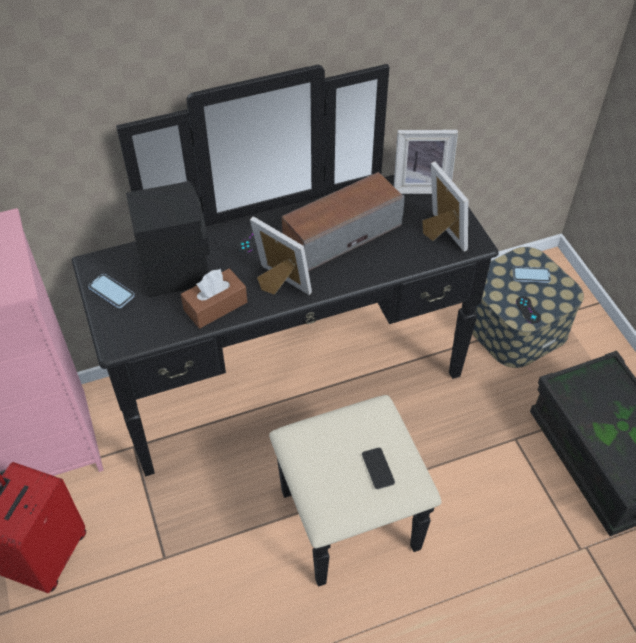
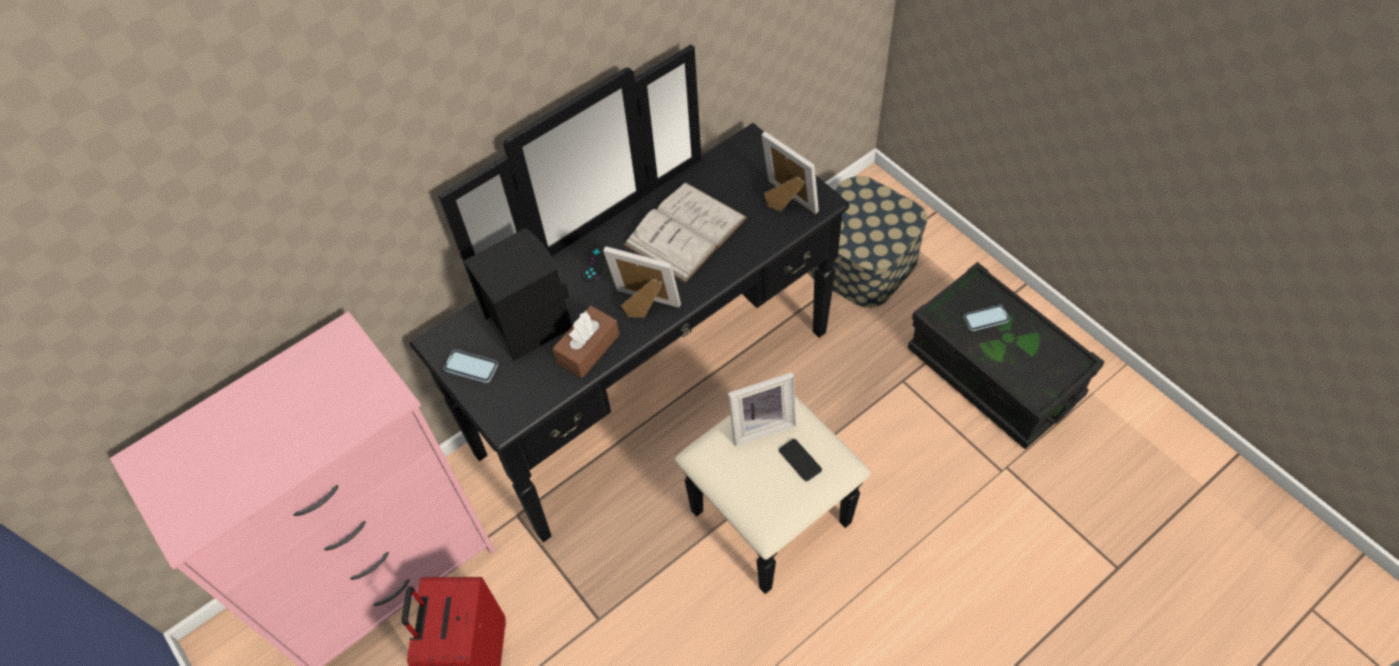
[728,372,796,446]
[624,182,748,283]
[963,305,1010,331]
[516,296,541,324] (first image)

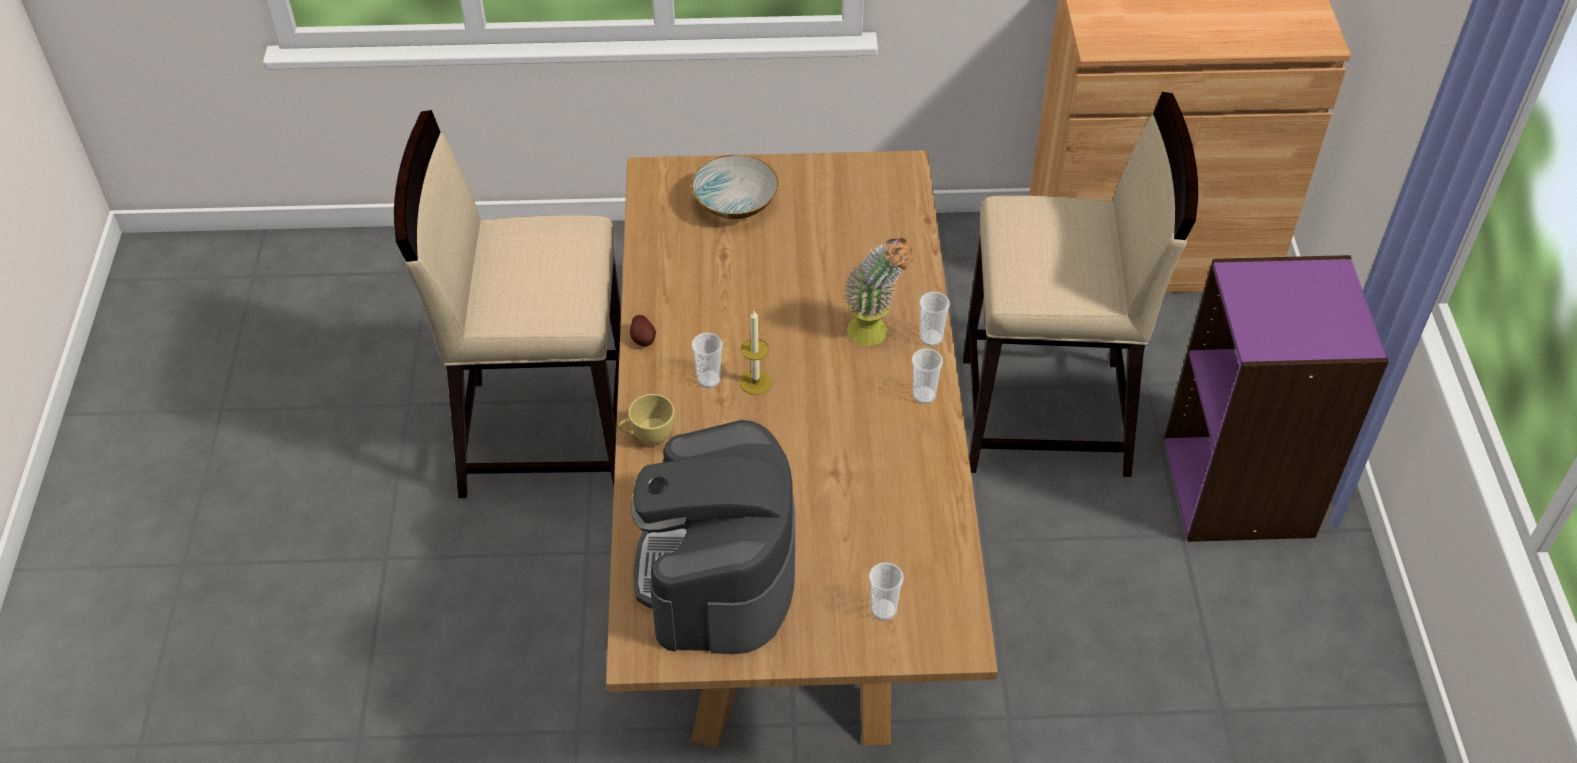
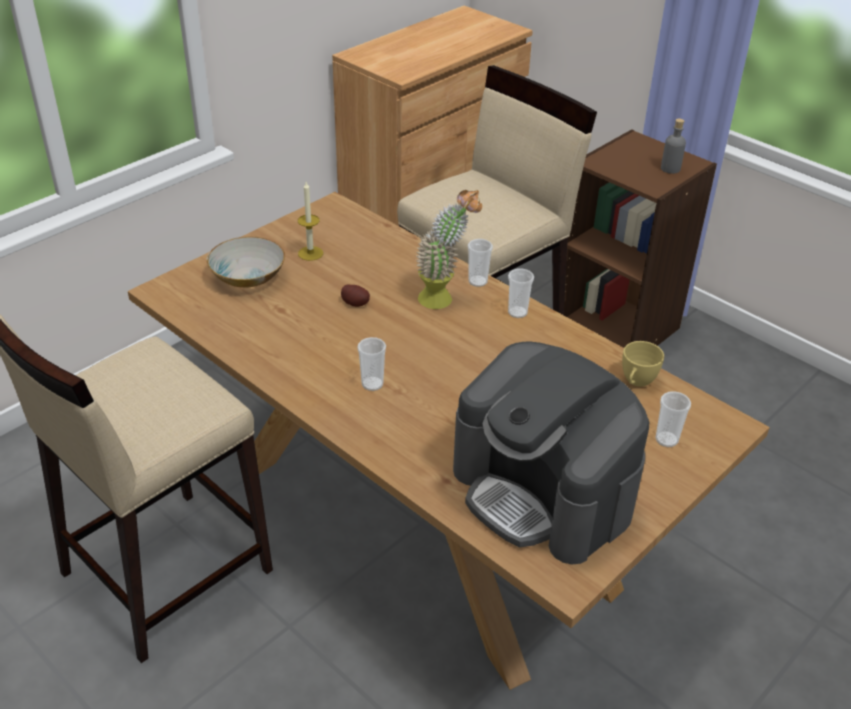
[564,129,717,348]
[298,182,323,261]
[341,284,370,307]
[622,341,664,387]
[661,119,686,174]

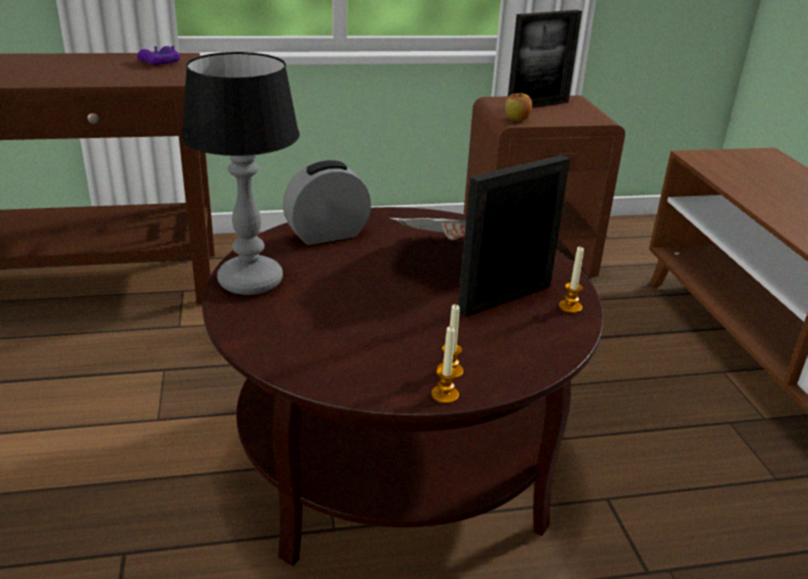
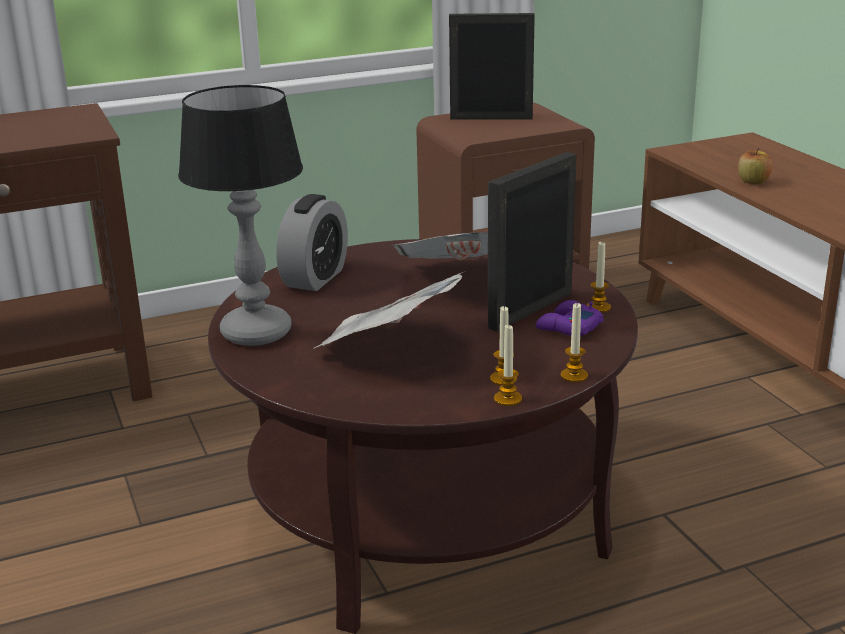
[449,13,535,120]
[536,300,604,336]
[738,148,772,185]
[276,194,348,291]
[313,271,465,349]
[561,303,588,383]

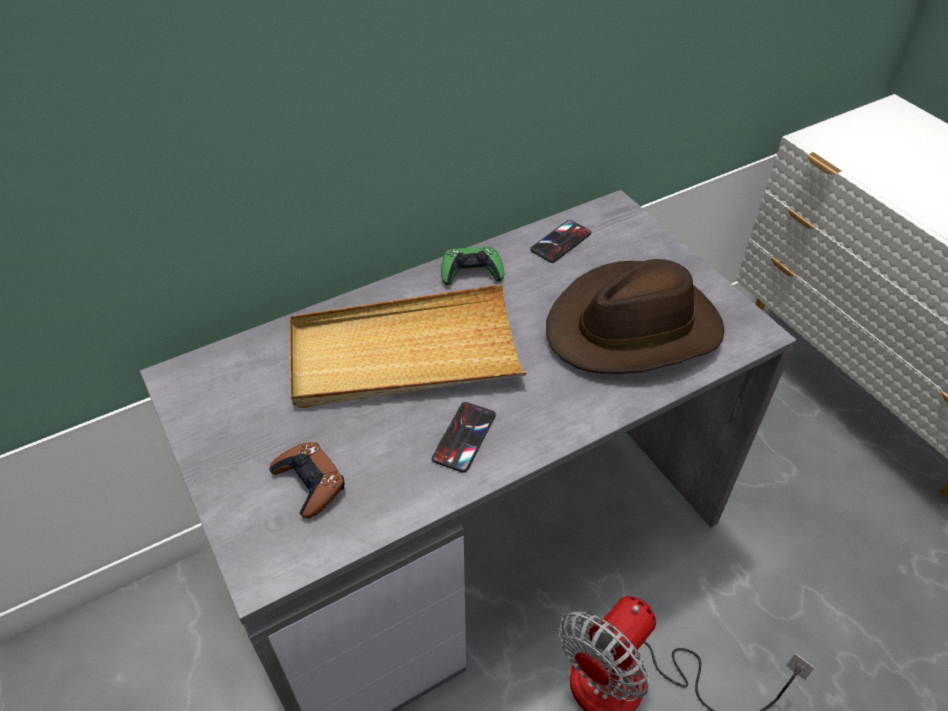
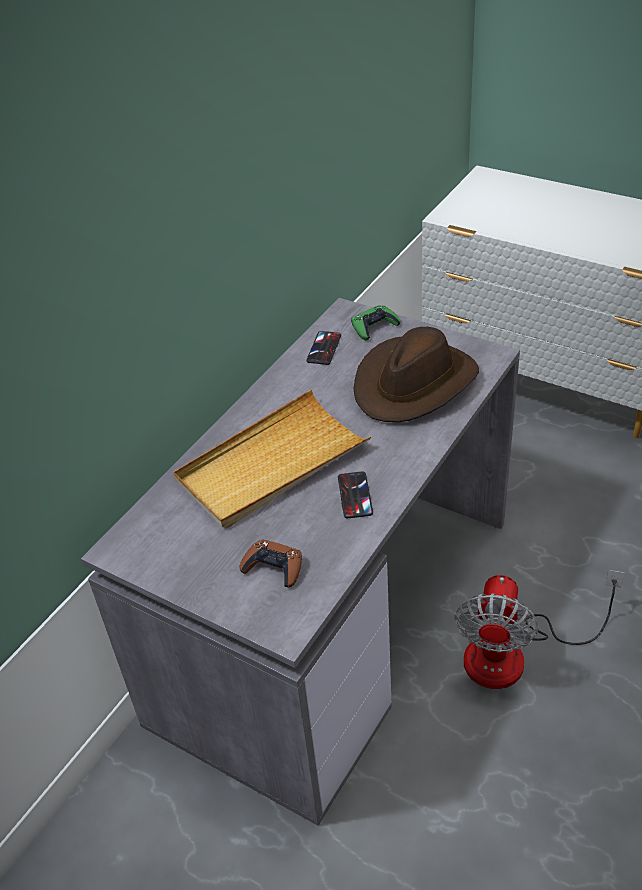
[351,306,400,340]

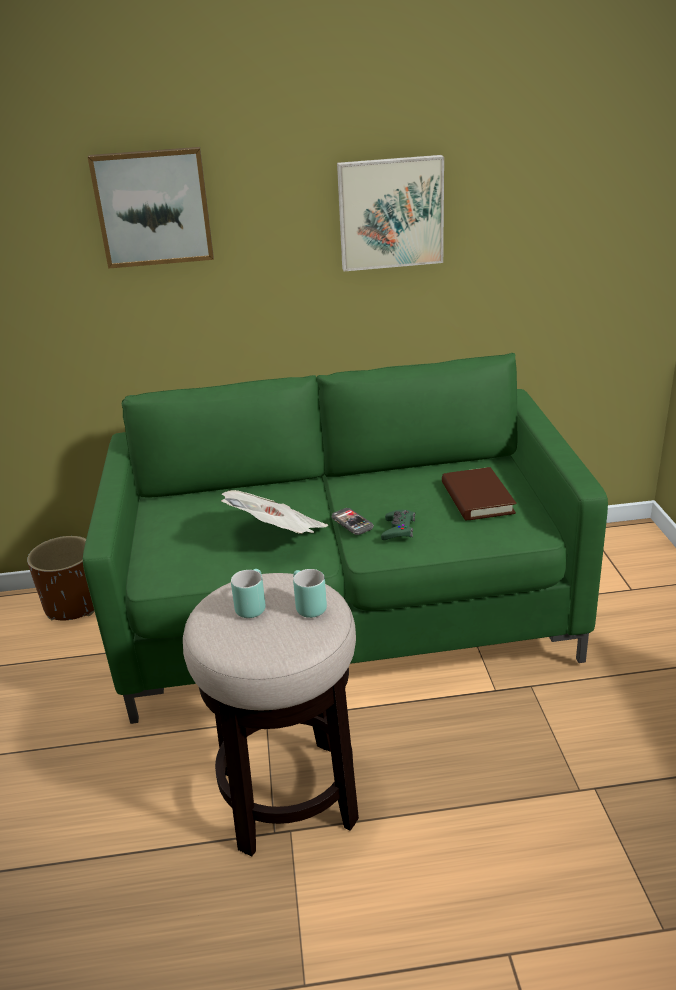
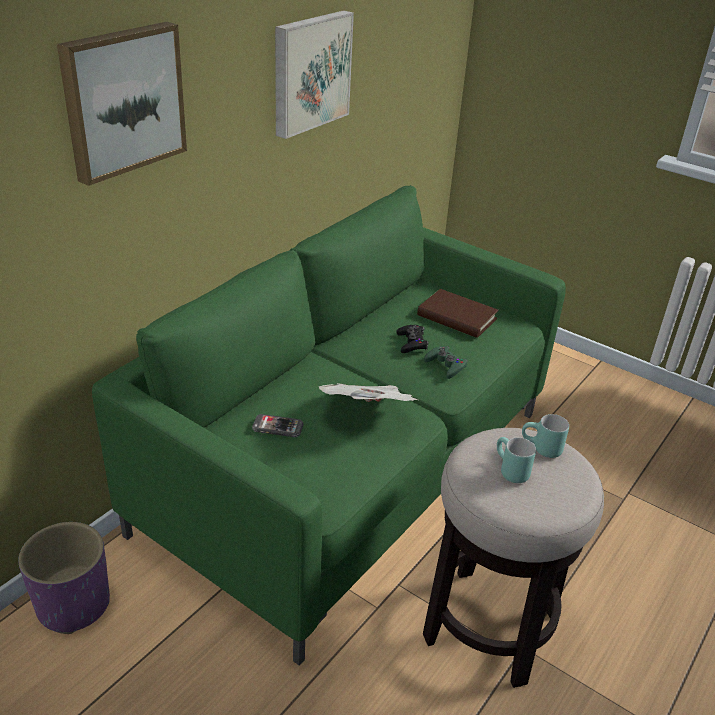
[252,414,304,437]
[18,522,110,634]
[396,325,429,353]

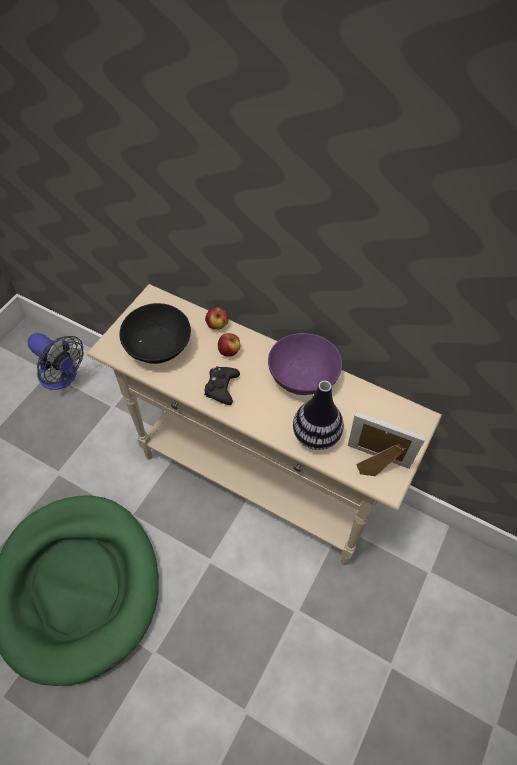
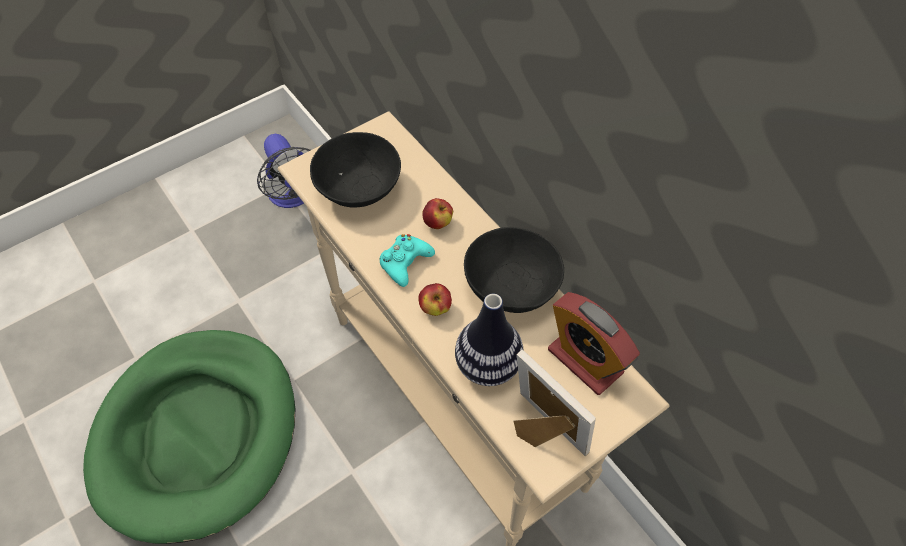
[419,283,452,316]
[464,227,564,313]
[379,234,435,287]
[548,292,640,395]

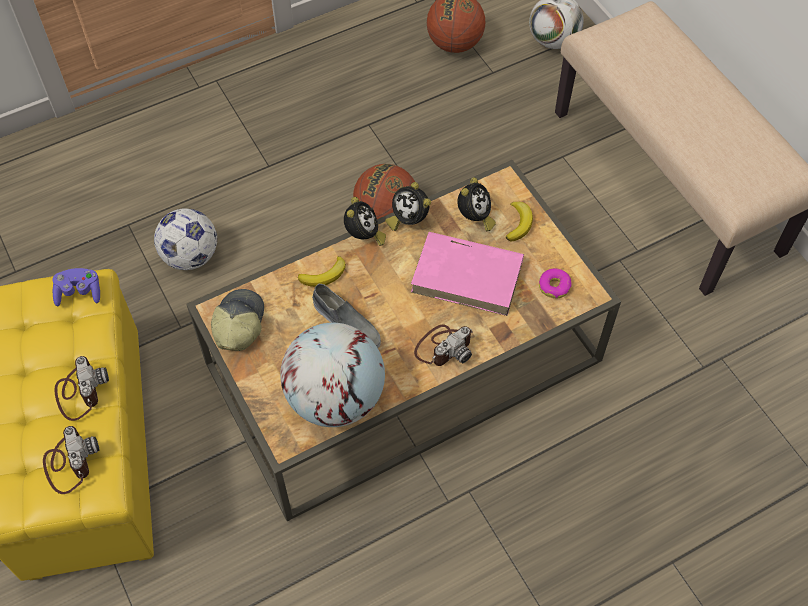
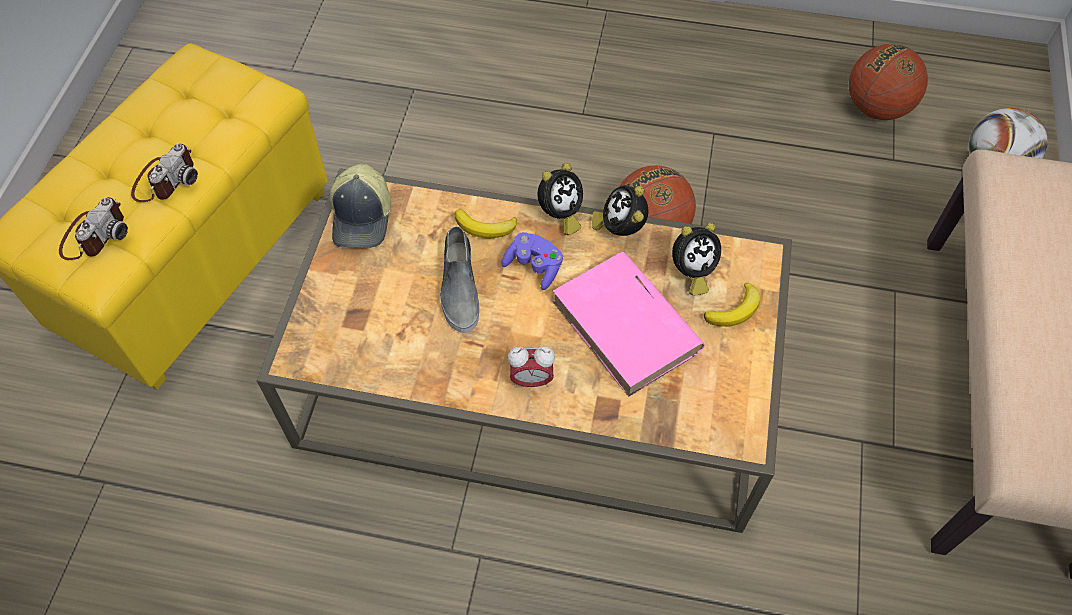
[154,208,217,270] (first image)
[501,232,563,290]
[539,268,571,298] (first image)
[331,163,391,248]
[280,323,385,427] (first image)
[508,346,555,387]

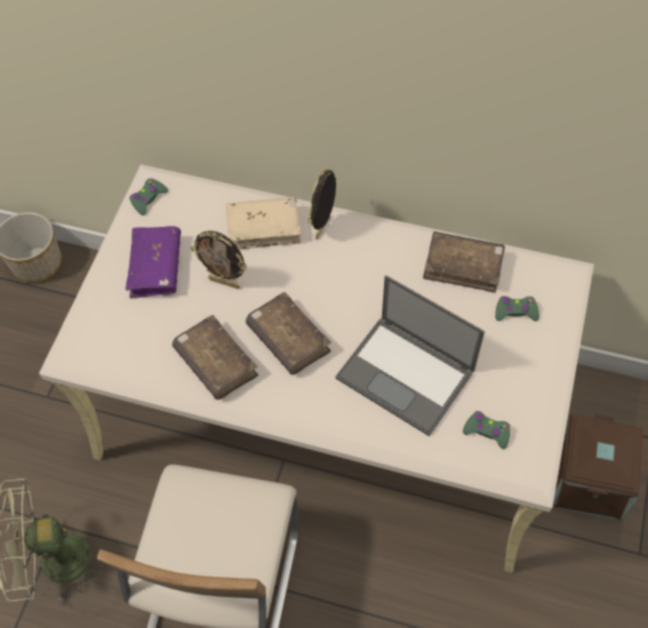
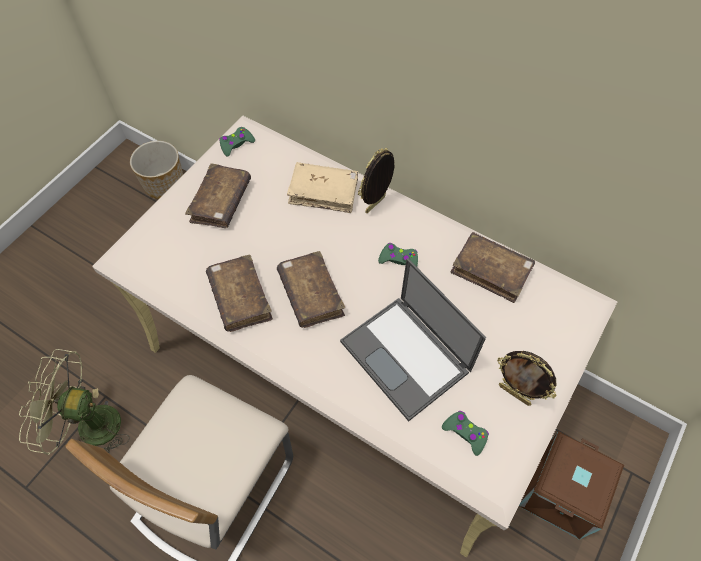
[185,163,251,228]
[497,351,556,406]
[378,243,418,267]

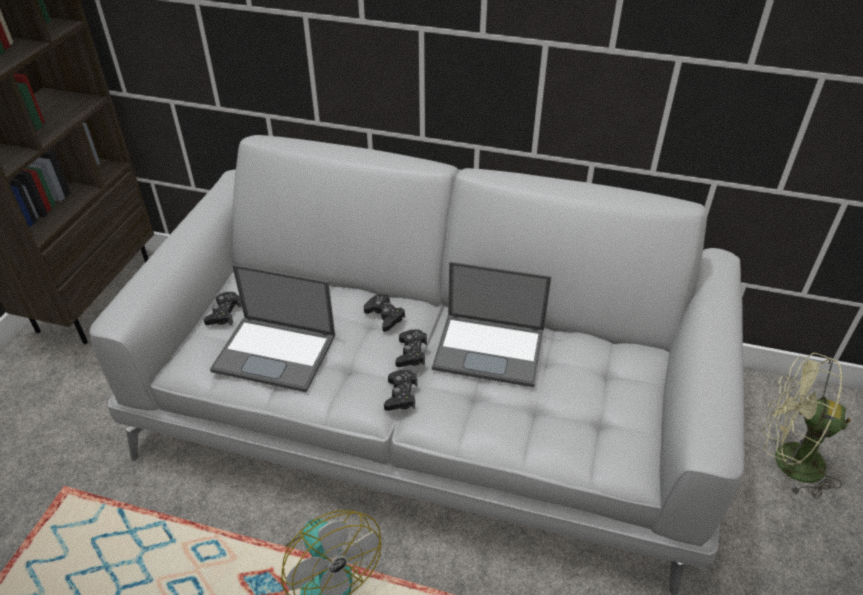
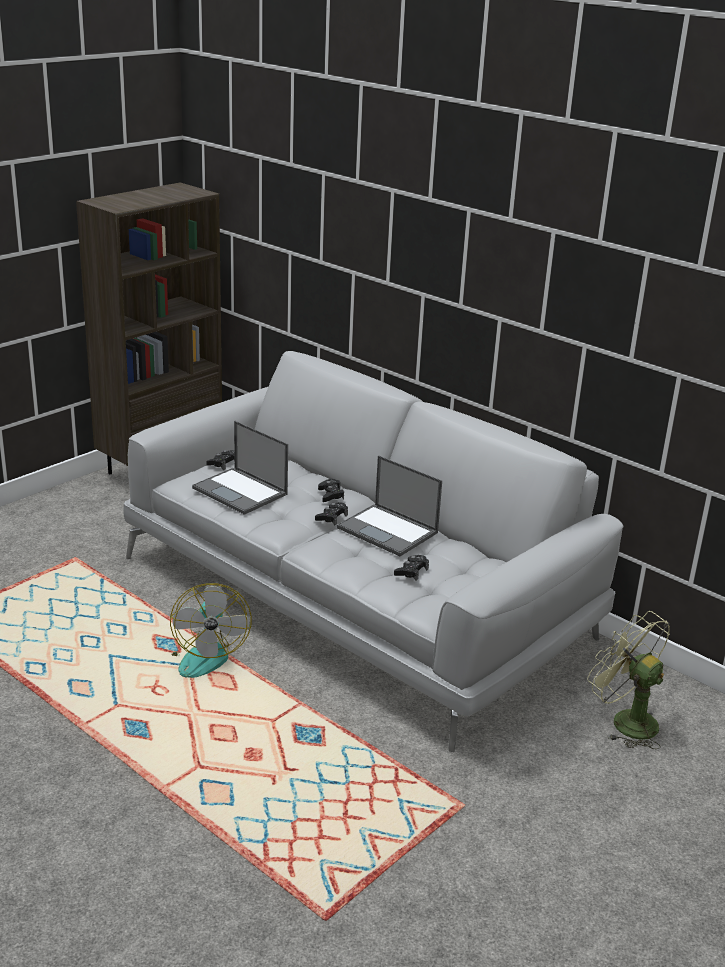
[394,555,429,581]

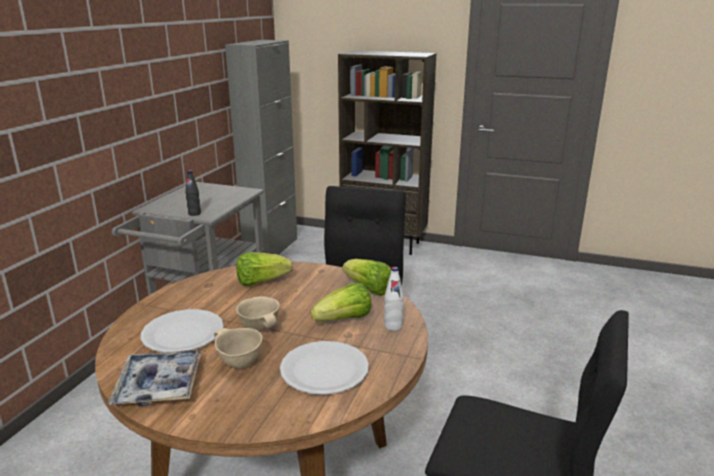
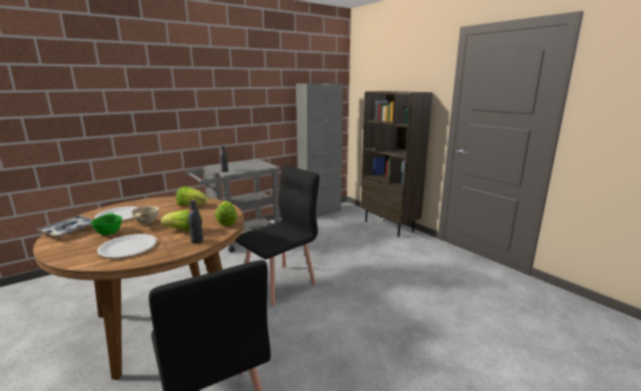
[188,200,203,244]
[91,213,122,235]

